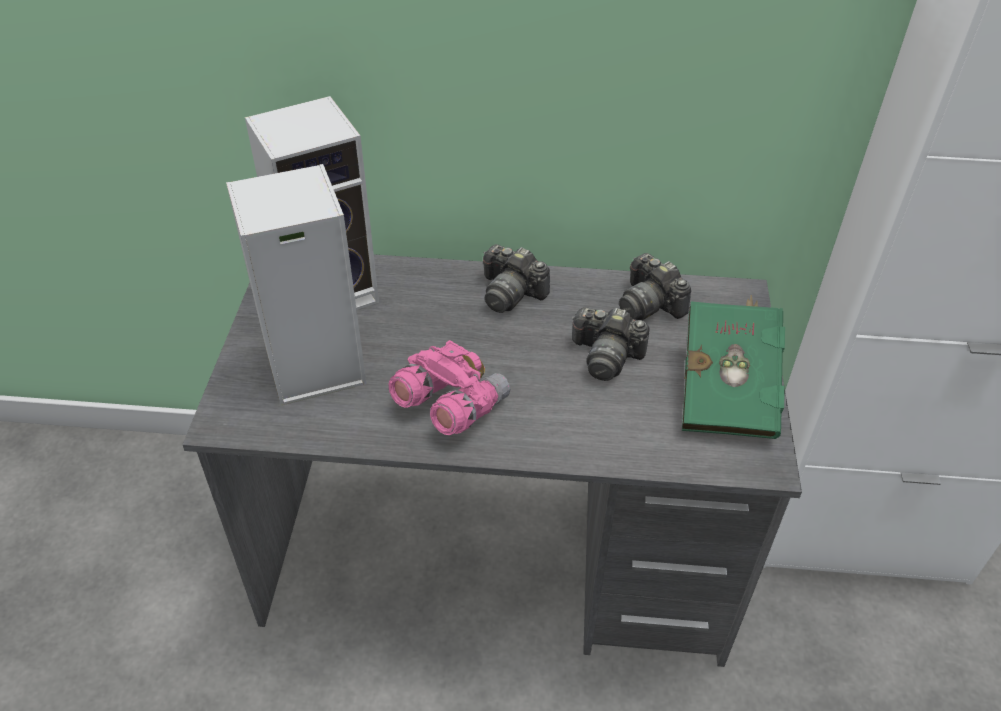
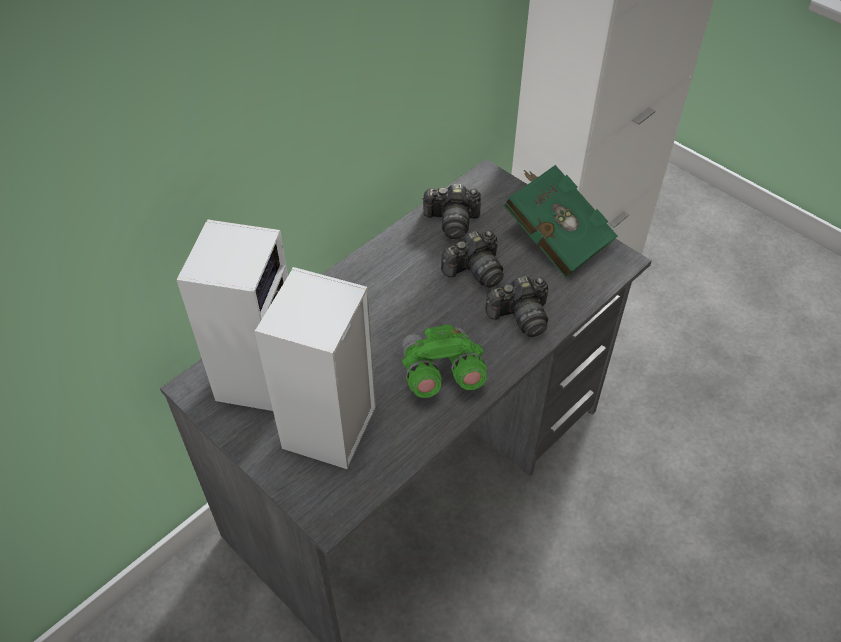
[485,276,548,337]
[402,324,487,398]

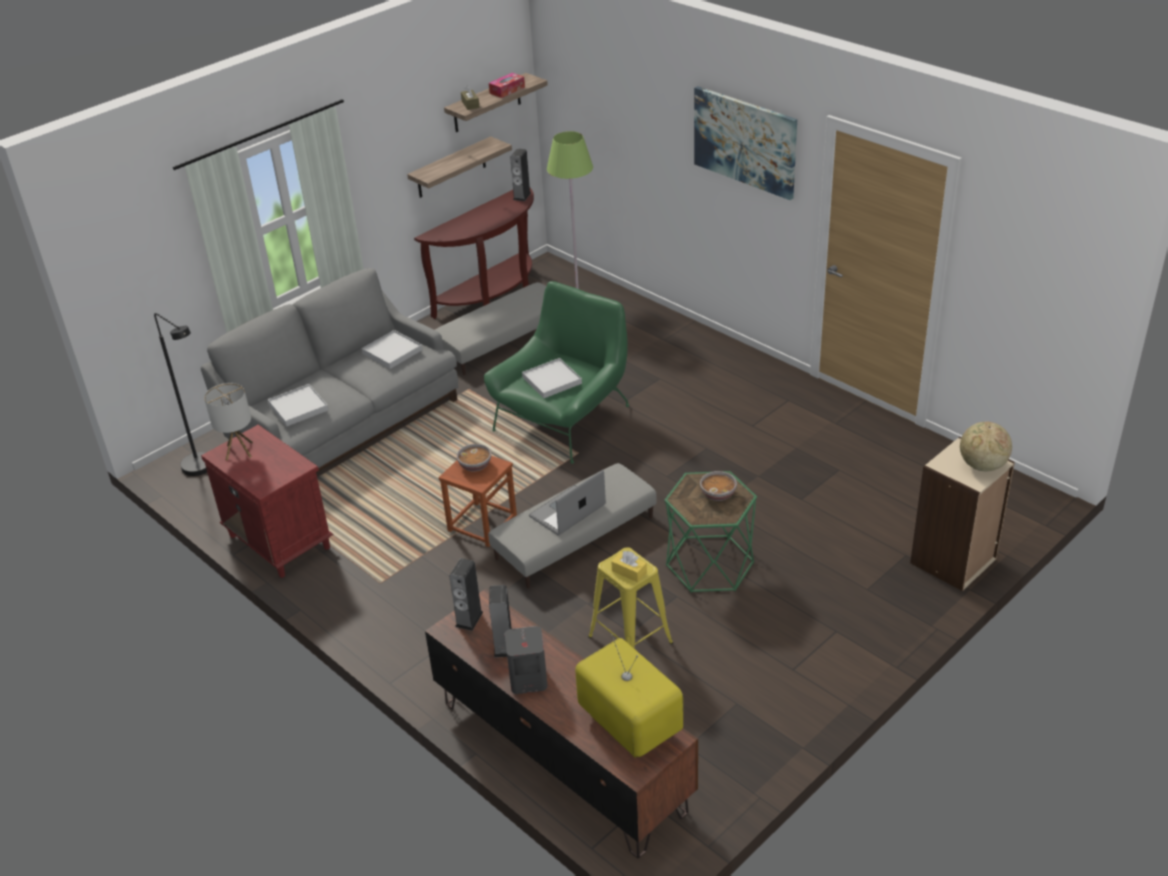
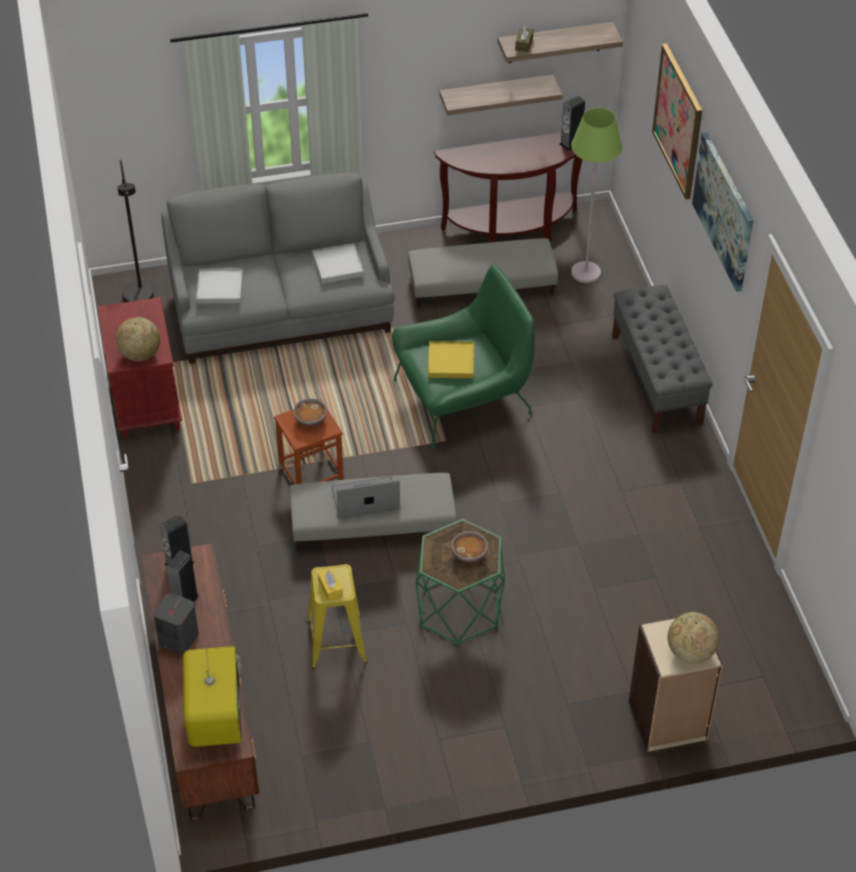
[489,73,525,98] (first image)
[428,341,474,378]
[204,383,253,461] (first image)
[652,44,702,200]
[612,285,712,434]
[116,317,160,361]

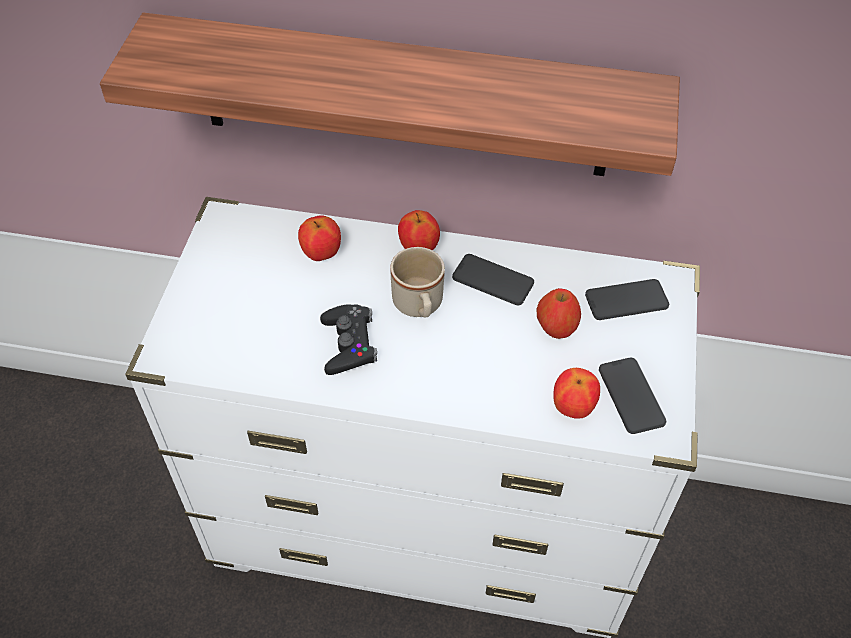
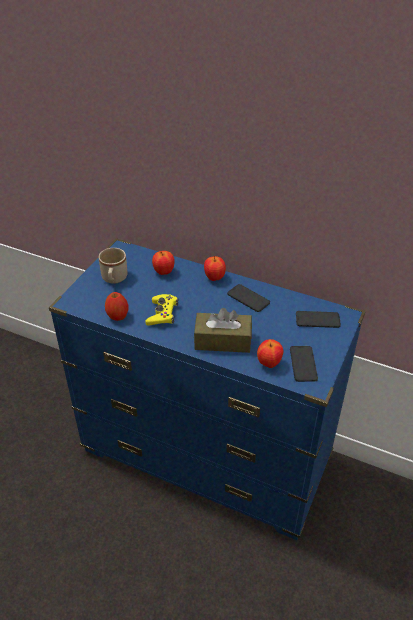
[100,13,680,176] (first image)
[49,238,366,540]
[99,248,127,284]
[105,292,128,321]
[145,294,178,326]
[194,308,252,353]

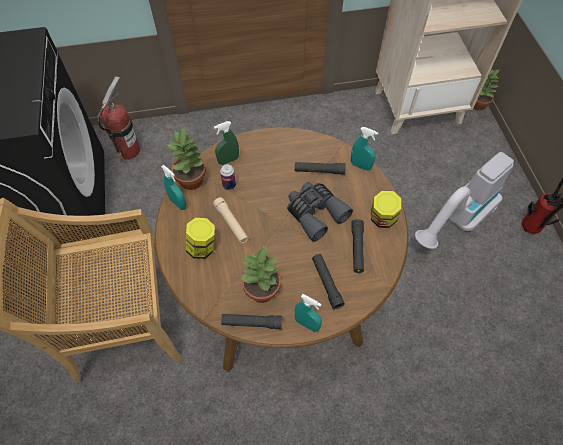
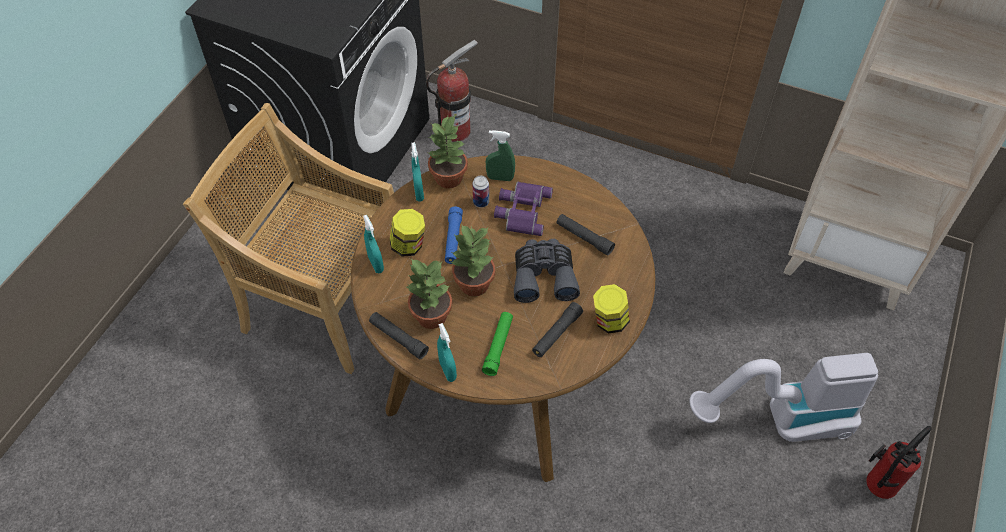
[450,224,495,297]
[363,215,384,273]
[445,207,463,264]
[482,312,513,376]
[494,182,553,236]

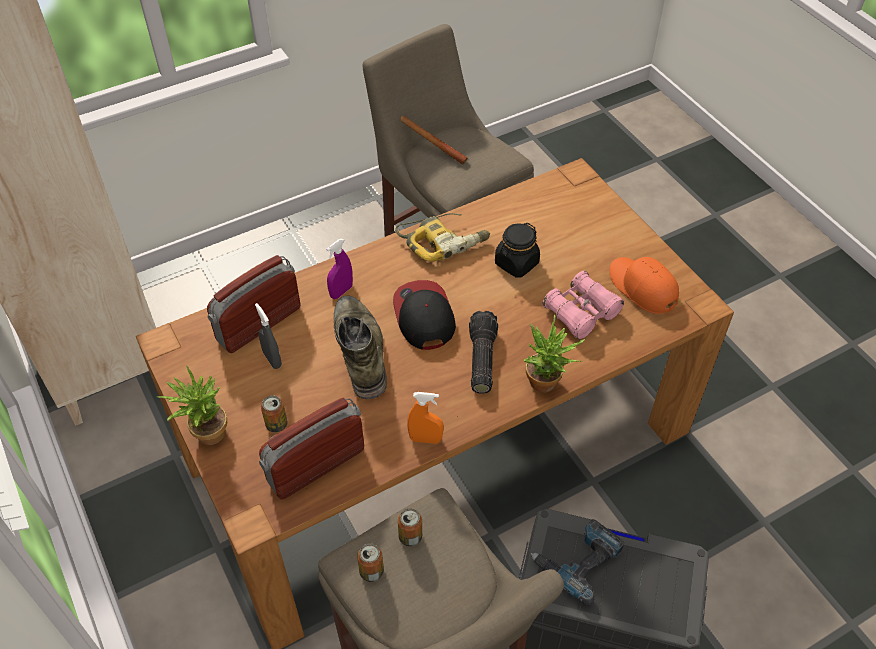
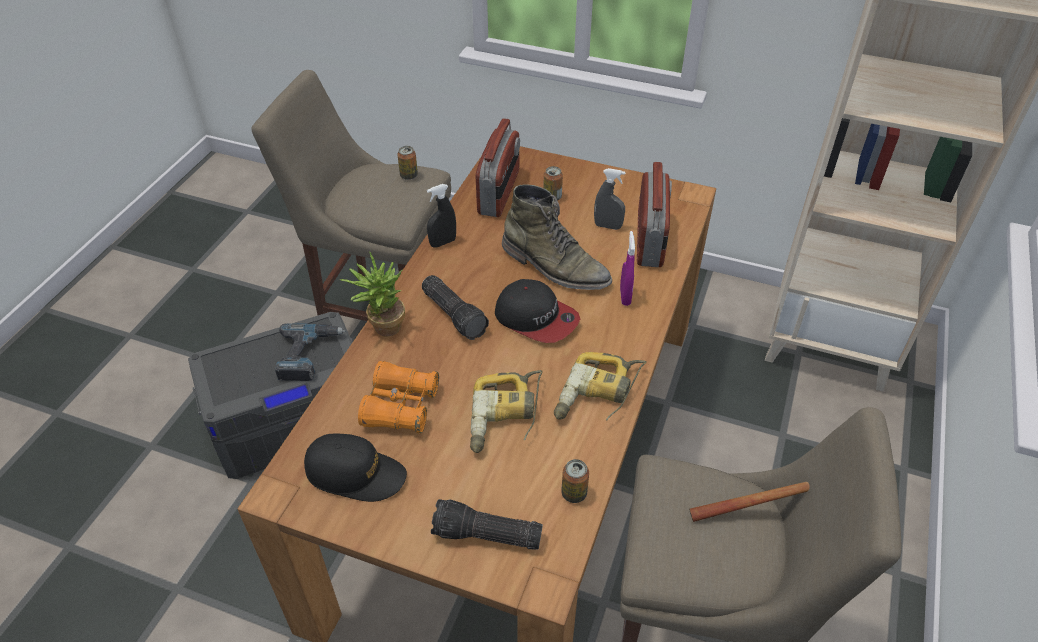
[470,370,543,453]
[304,434,407,502]
[358,361,439,434]
[156,367,227,445] (first image)
[427,184,456,247]
[561,459,589,503]
[431,499,543,550]

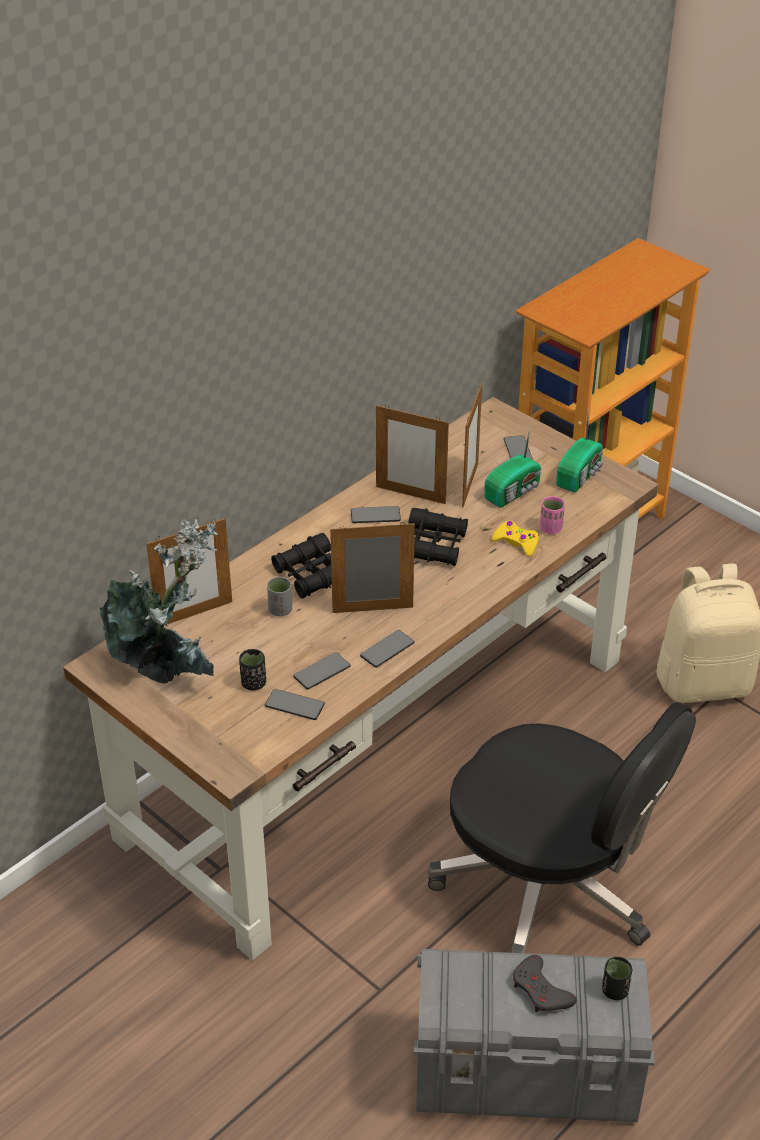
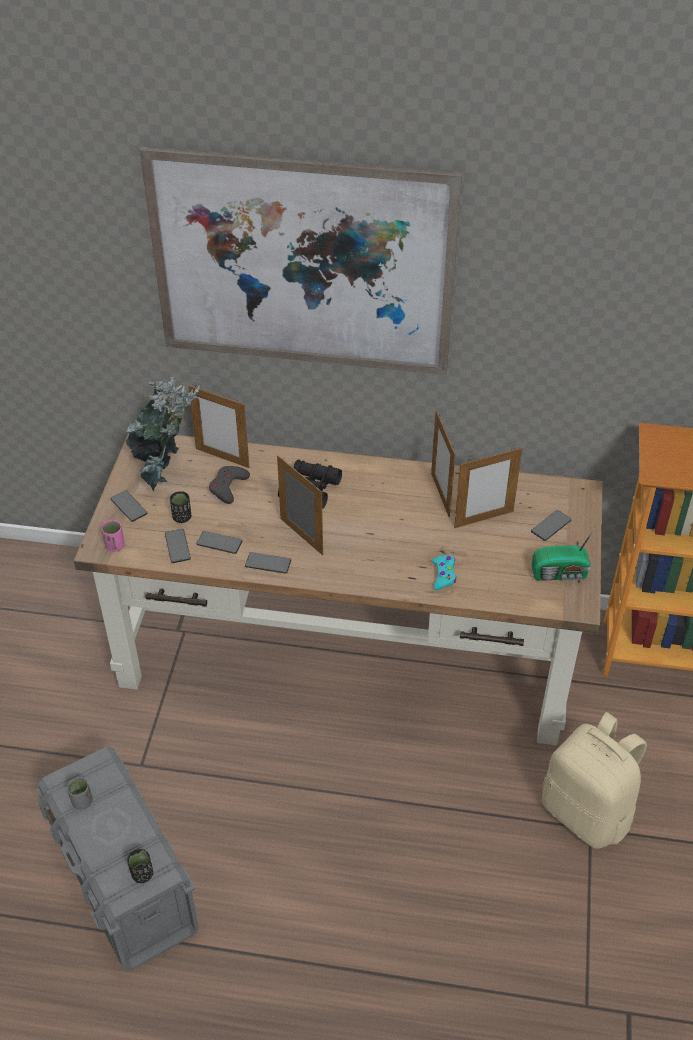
[484,425,542,508] (first image)
[101,520,125,552]
[111,490,147,522]
[408,508,468,566] (first image)
[432,555,456,590]
[67,777,93,810]
[428,702,696,953] (first image)
[209,466,250,504]
[140,147,462,375]

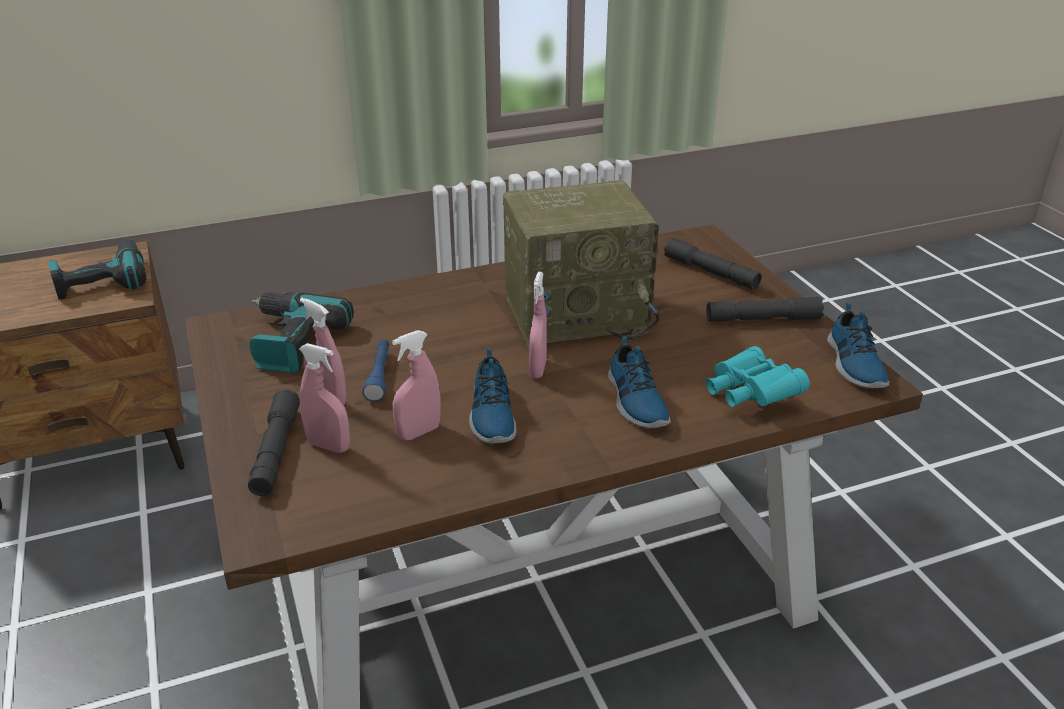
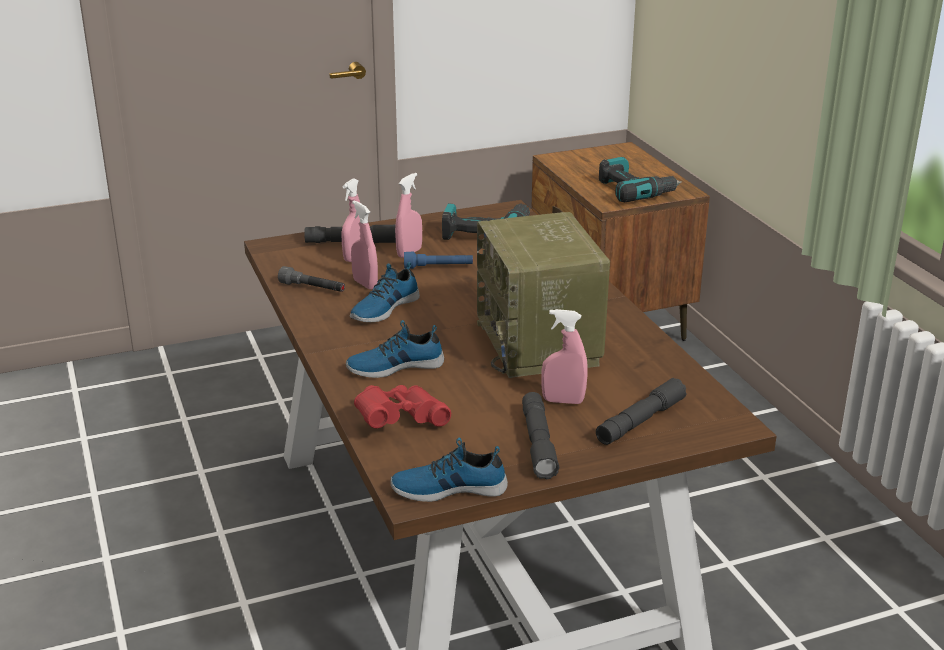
[541,309,587,404]
[354,385,451,428]
[350,262,420,322]
[278,266,345,292]

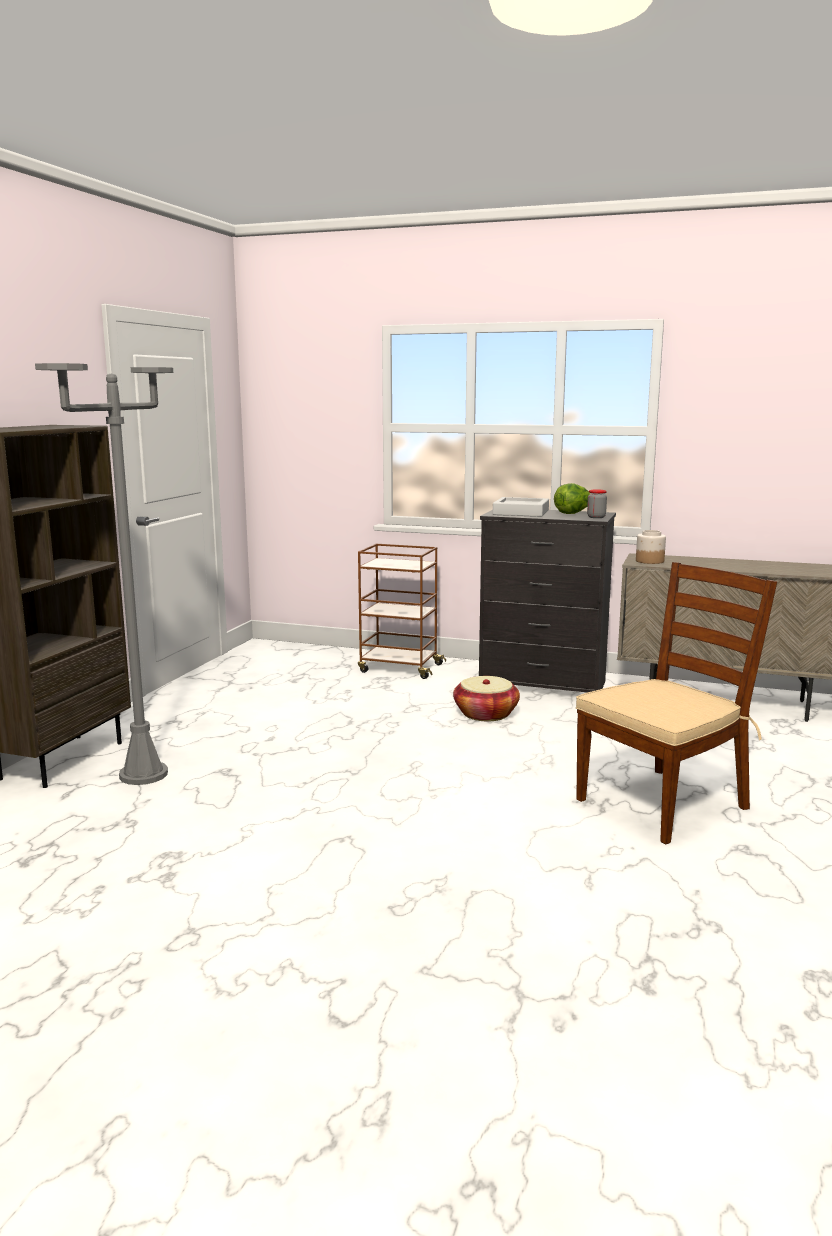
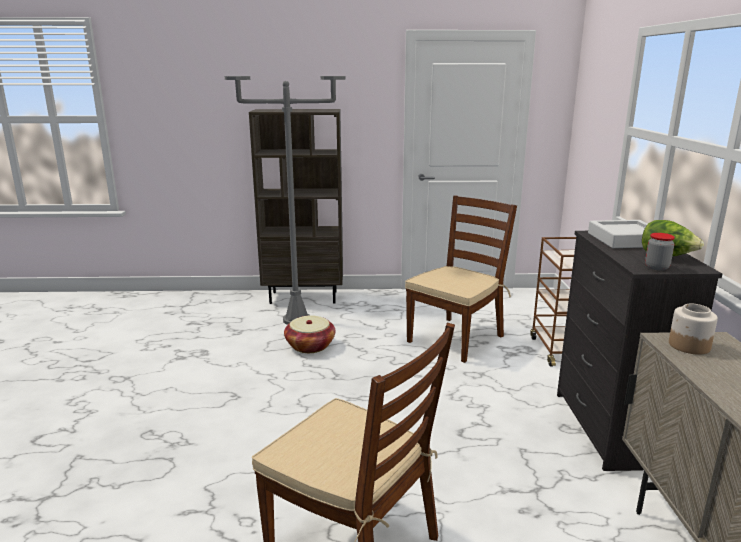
[284,315,335,353]
[405,195,517,363]

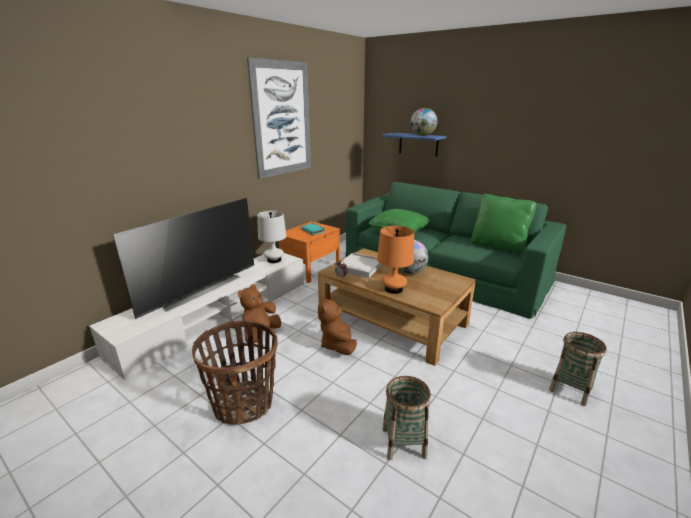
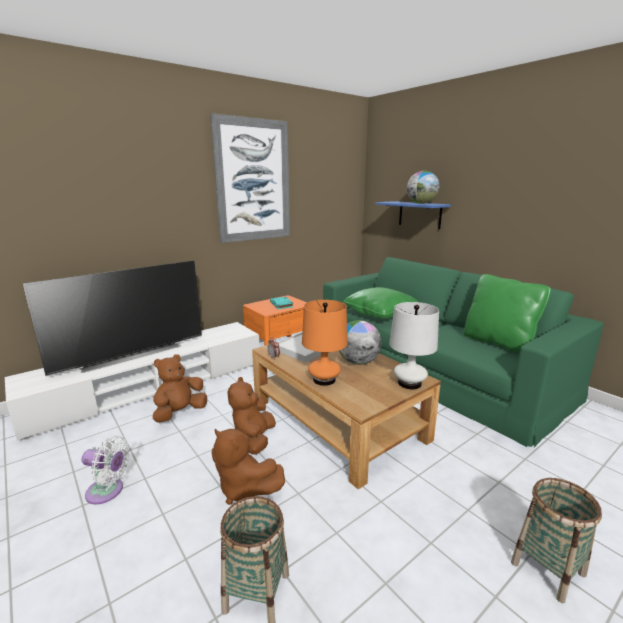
[389,302,439,389]
[82,436,130,505]
[212,429,285,505]

